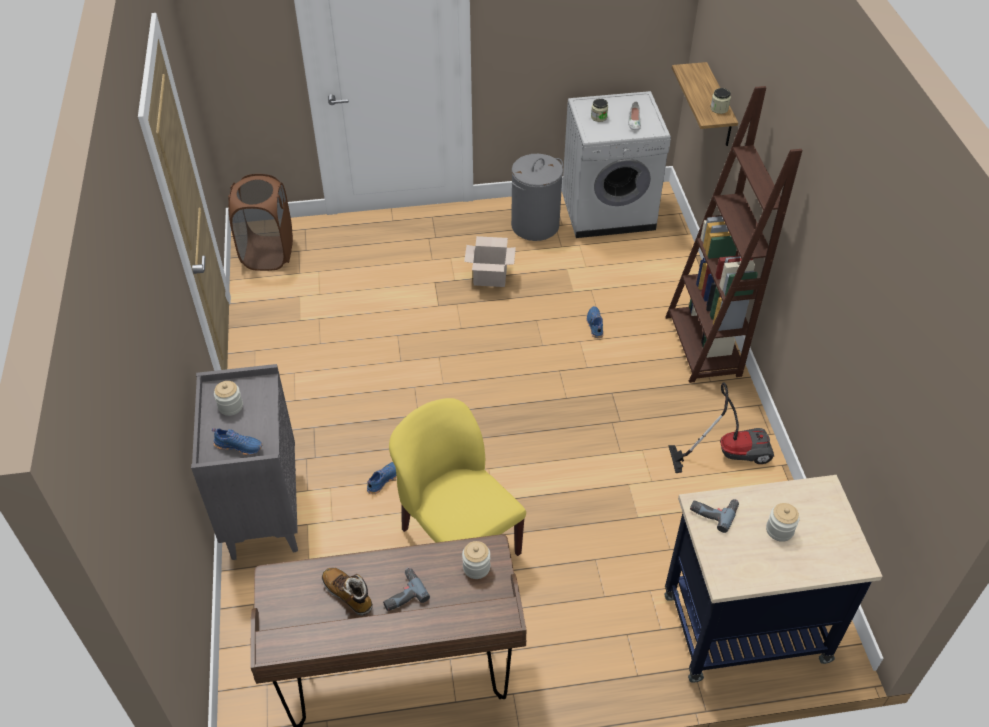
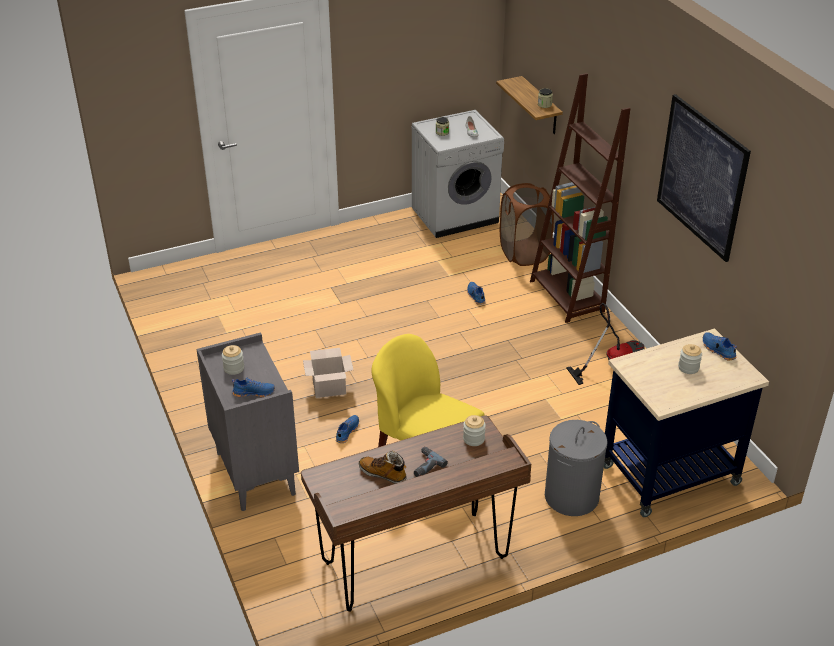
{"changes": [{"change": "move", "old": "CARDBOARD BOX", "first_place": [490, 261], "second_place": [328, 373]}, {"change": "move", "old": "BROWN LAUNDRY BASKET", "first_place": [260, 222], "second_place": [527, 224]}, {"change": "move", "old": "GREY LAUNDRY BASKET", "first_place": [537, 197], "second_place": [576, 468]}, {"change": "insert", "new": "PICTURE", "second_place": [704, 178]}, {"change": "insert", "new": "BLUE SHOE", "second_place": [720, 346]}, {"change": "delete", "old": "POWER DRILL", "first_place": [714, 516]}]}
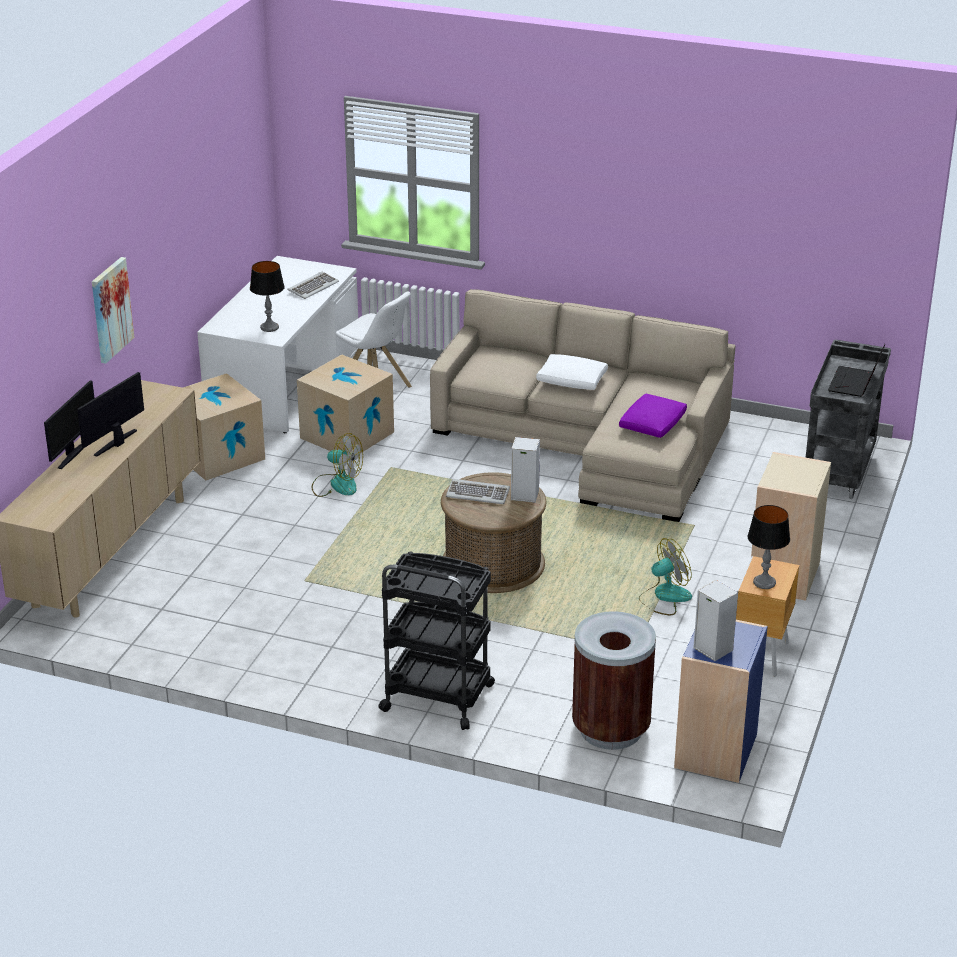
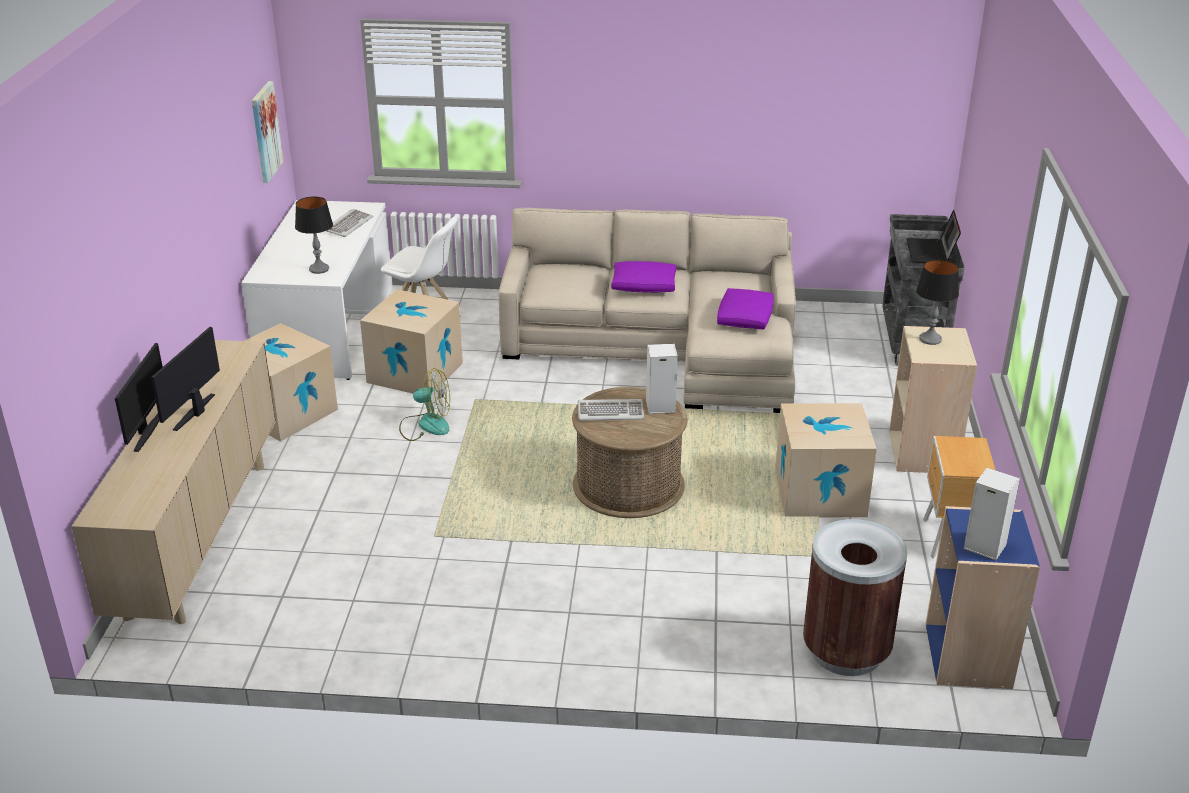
{"changes": [{"change": "move", "old": "PICTURE", "first_place": [113, 310], "second_place": [268, 132]}, {"change": "recolor", "old": "WHITE PILLOW", "new": "PURPLE PILLOW", "first_place": [572, 372], "second_place": [643, 277]}, {"change": "replace", "old": "FAN", "new": "CARDBOARD BOX", "first_place": [665, 576], "second_place": [826, 460]}, {"change": "move", "old": "TABLE LAMP", "first_place": [769, 547], "second_place": [937, 302]}, {"change": "delete", "old": "BLACK CART", "first_place": [436, 641]}]}
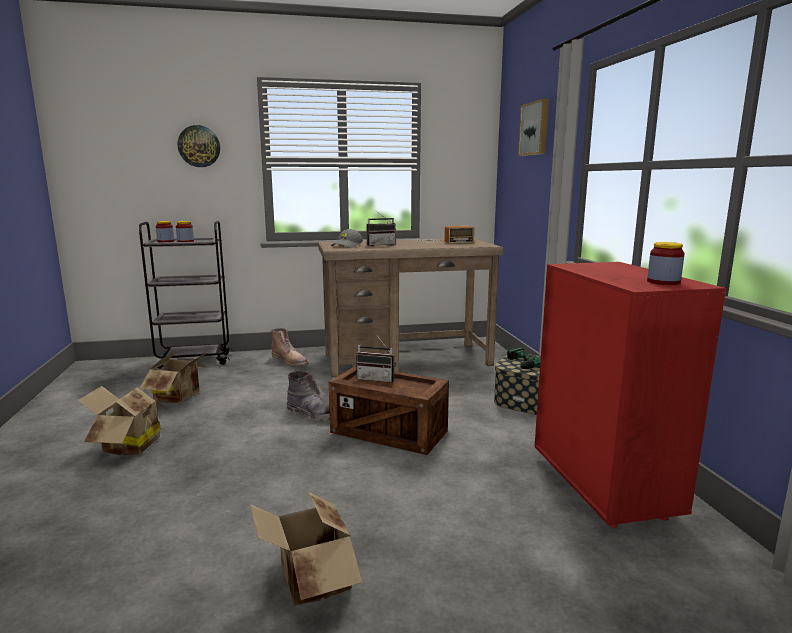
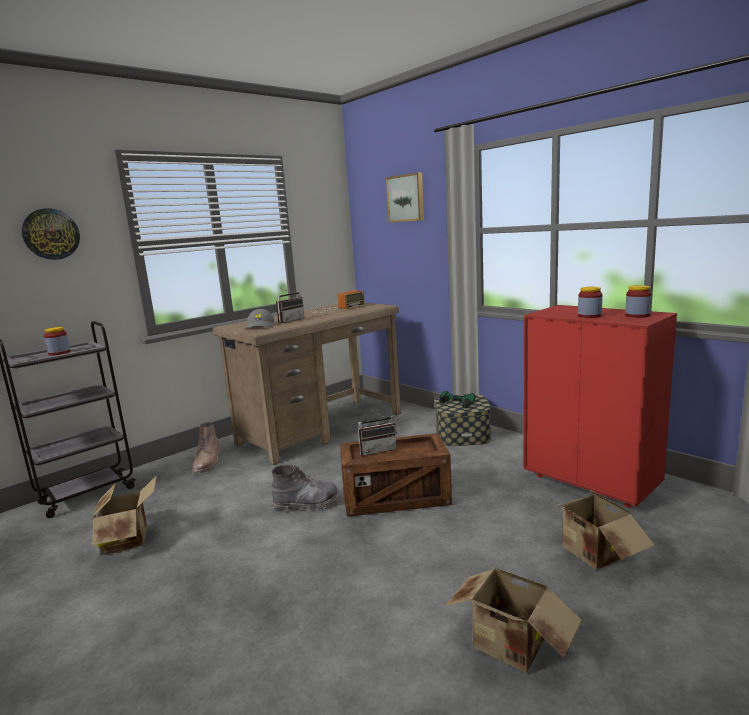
{"changes": [{"change": "rotate", "old": "BROWN BOOT", "first_place": [289, 347], "second_place": [206, 447], "degrees": 75}, {"change": "move", "old": "CARDBOARD BOX", "first_place": [122, 420], "second_place": [600, 527]}, {"change": "move", "old": "JAR", "first_place": [165, 231], "second_place": [590, 302]}]}
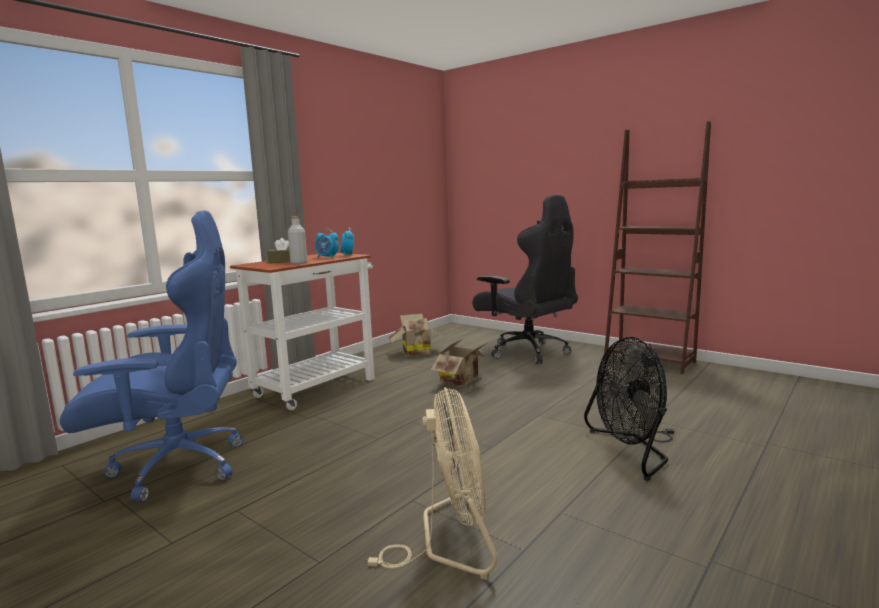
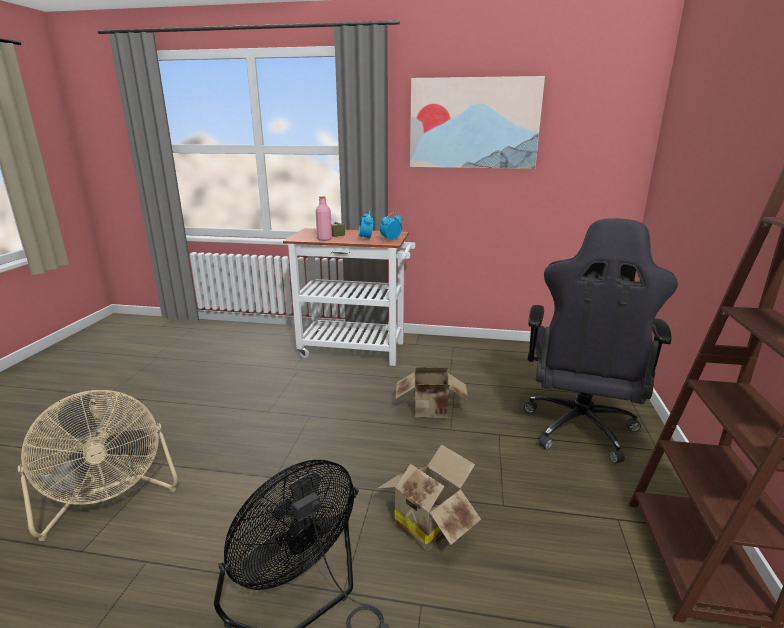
{"changes": [{"change": "recolor", "old": "GREY BOTTLE", "new": "PINK BOTTLE", "first_place": [297, 240], "second_place": [324, 218]}, {"change": "move", "old": "CARDBOARD BOX", "first_place": [415, 335], "second_place": [429, 497]}, {"change": "insert", "new": "PICTURE", "second_place": [477, 122]}, {"change": "delete", "old": "BLUE OFFICE CHAIR", "first_place": [151, 356]}]}
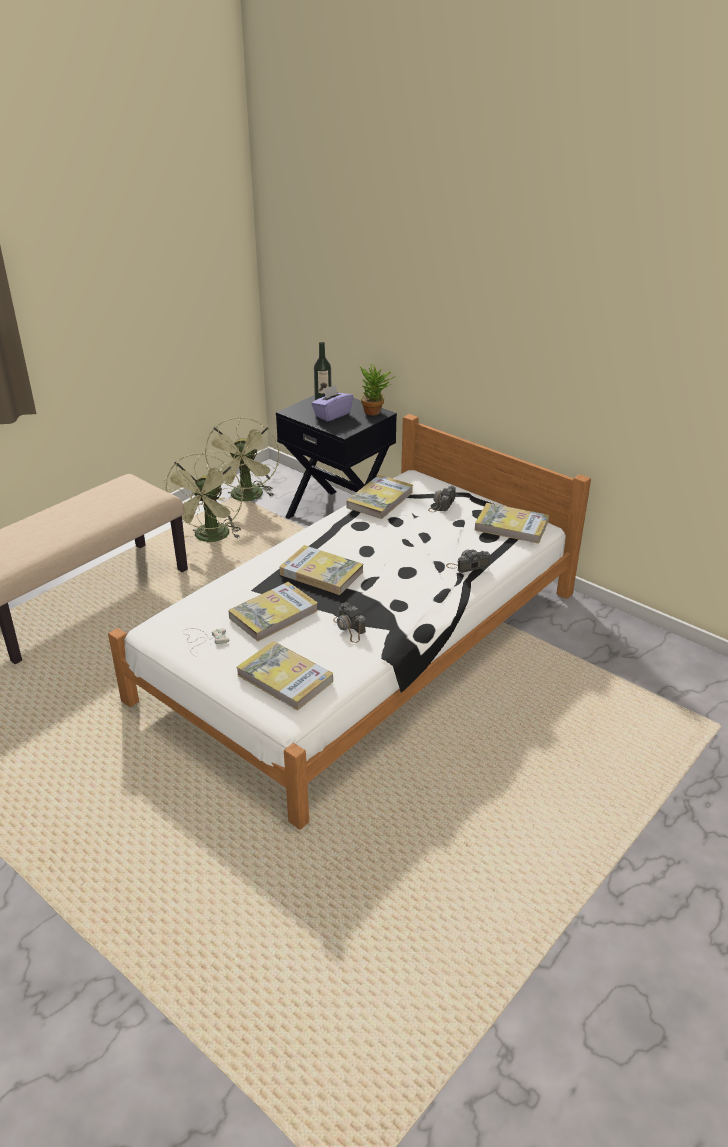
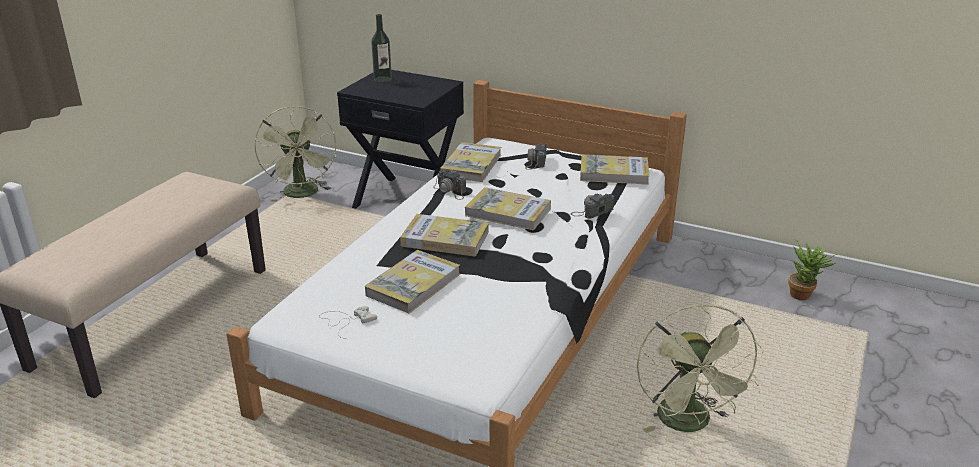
{"changes": [{"change": "move", "old": "PHOTO CAMERA", "first_place": [349, 623], "second_place": [449, 185]}, {"change": "move", "old": "BOOK", "first_place": [285, 676], "second_place": [508, 209]}, {"change": "move", "old": "GREEN FAN", "first_place": [203, 497], "second_place": [700, 368]}, {"change": "move", "old": "POTTED PLANT", "first_place": [378, 388], "second_place": [812, 269]}, {"change": "delete", "old": "PURPLE TISSUE BOX", "first_place": [332, 403]}]}
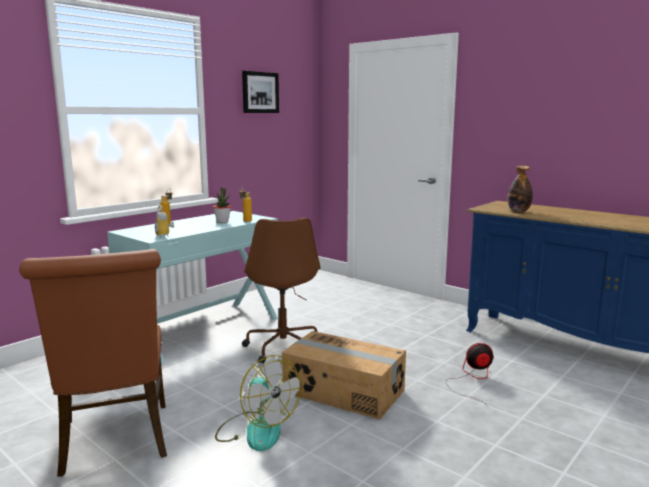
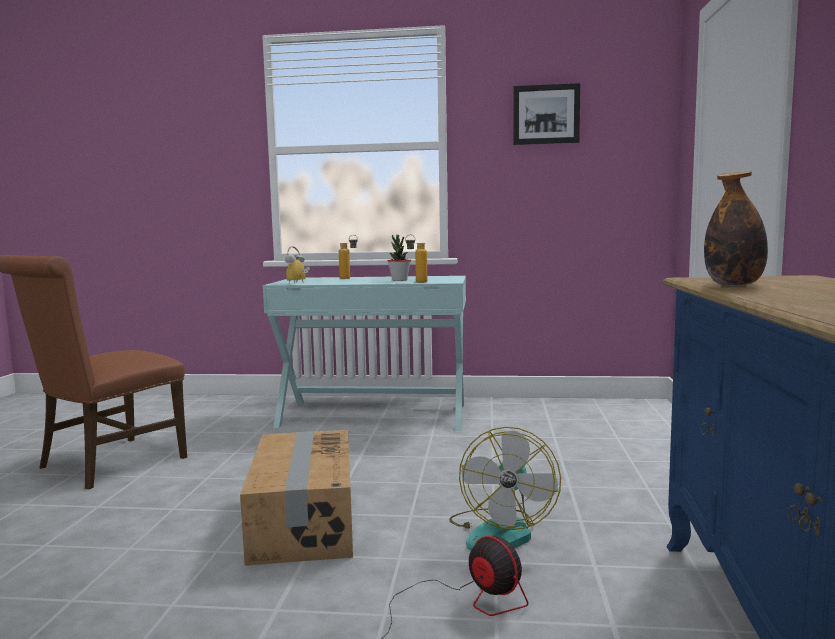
{"changes": [{"change": "move", "old": "FAN", "first_place": [258, 403], "second_place": [505, 489]}, {"change": "delete", "old": "BROWN OFFICE CHAIR", "first_place": [281, 291]}]}
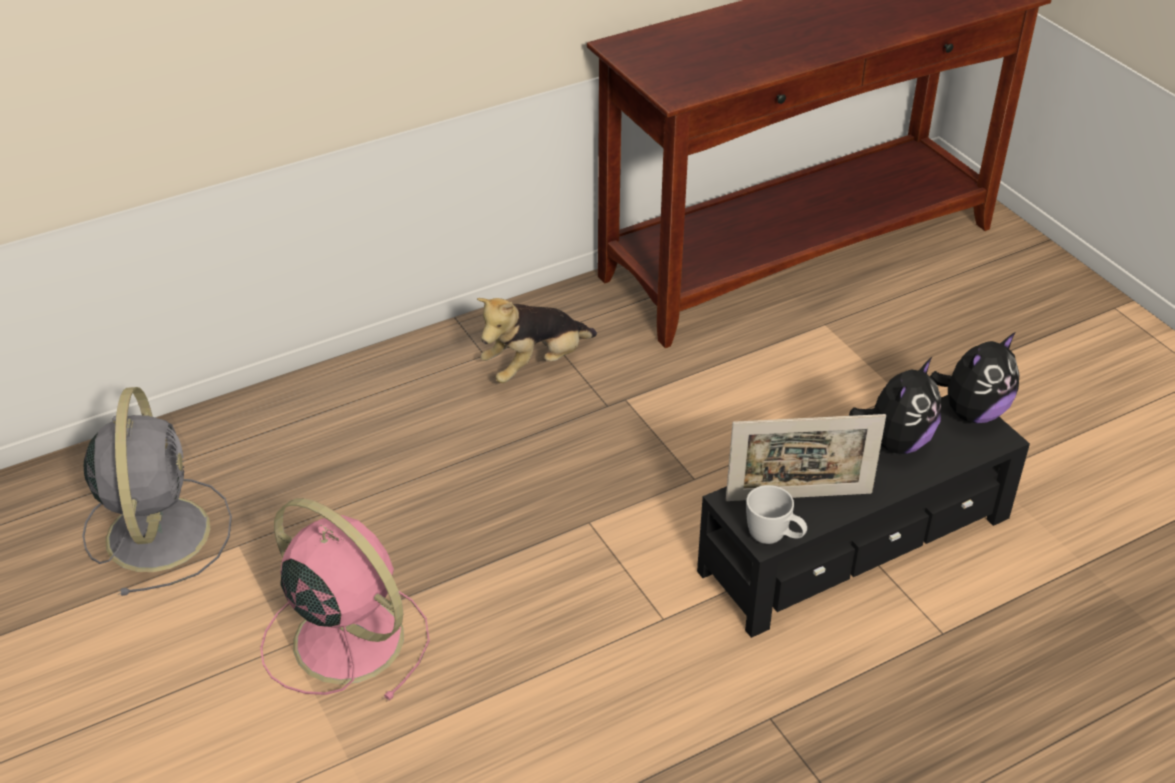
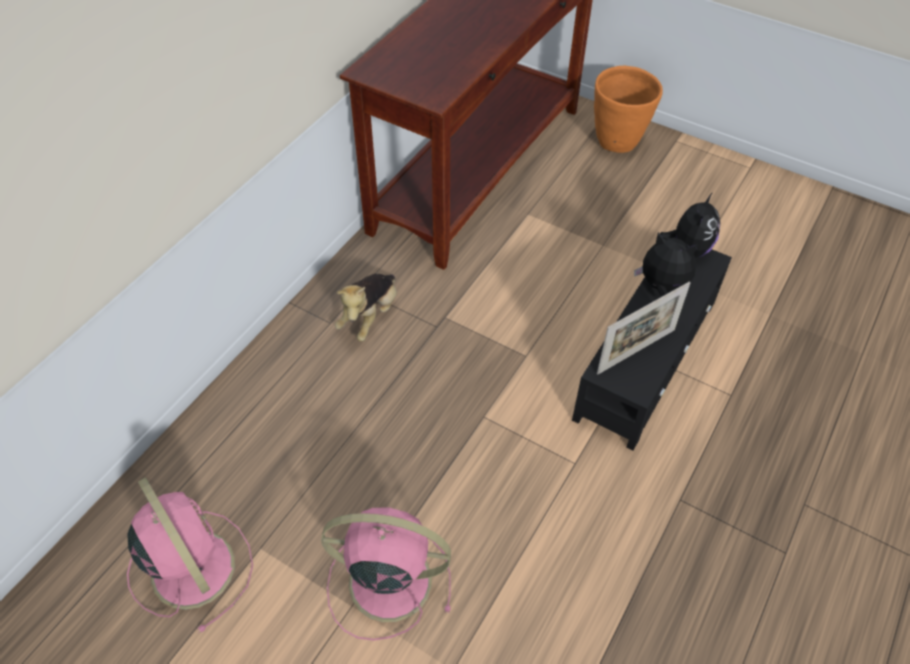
{"changes": [{"change": "recolor", "old": "GREY FAN", "new": "PINK FAN", "first_place": [157, 491], "second_place": [190, 555]}, {"change": "insert", "new": "ORANGE PLANTER", "second_place": [628, 109]}, {"change": "rotate", "old": "PLUSH TOY", "first_place": [895, 405], "second_place": [666, 264], "degrees": -75}, {"change": "delete", "old": "WHITE MUG", "first_place": [776, 514]}]}
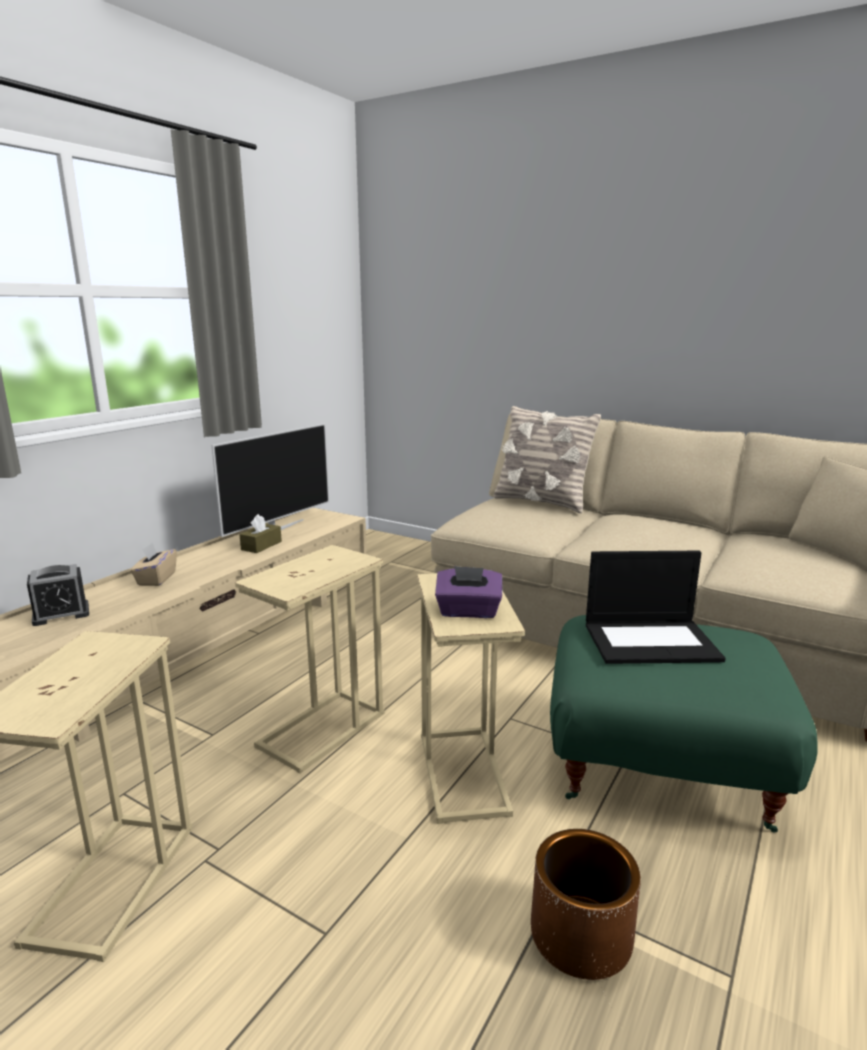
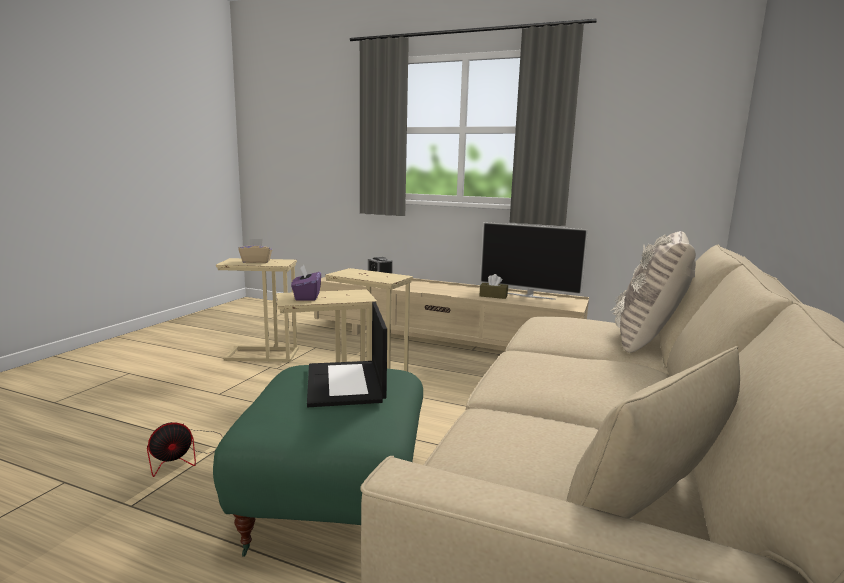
{"changes": [{"change": "replace", "old": "BROWN PLANTER", "new": "FAN", "first_place": [586, 904], "second_place": [185, 449]}, {"change": "move", "old": "BEIGE TISSUE BOX", "first_place": [153, 564], "second_place": [255, 251]}]}
